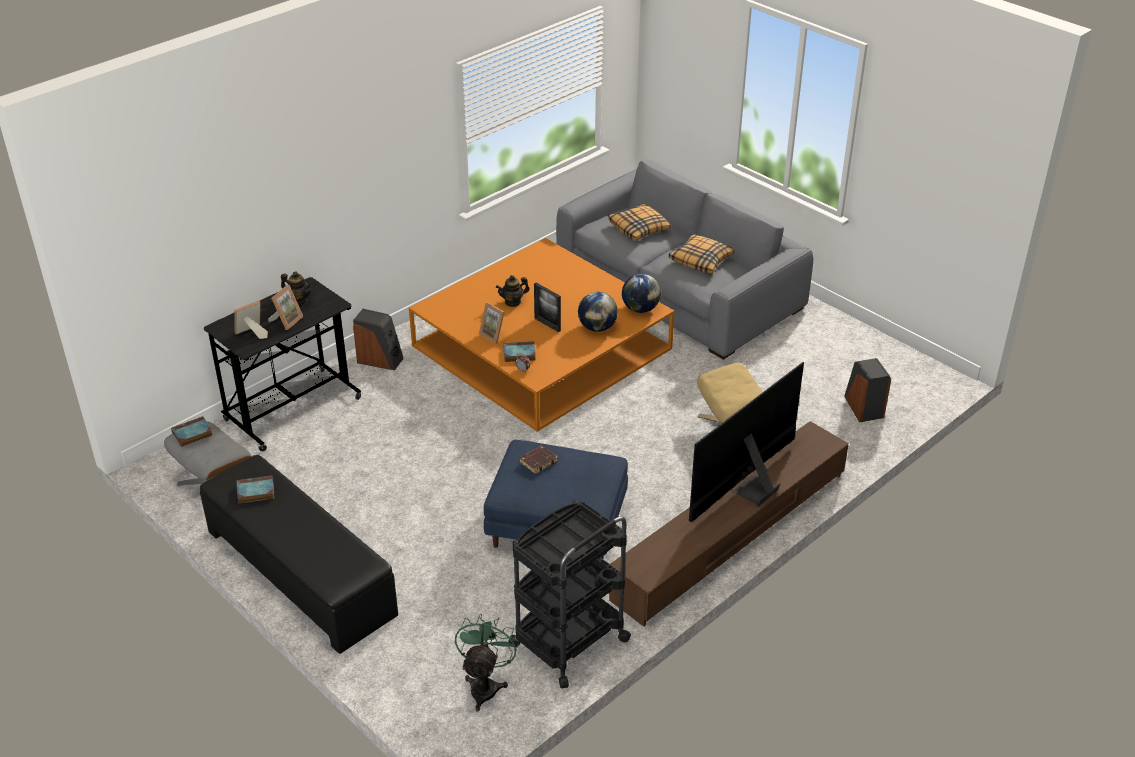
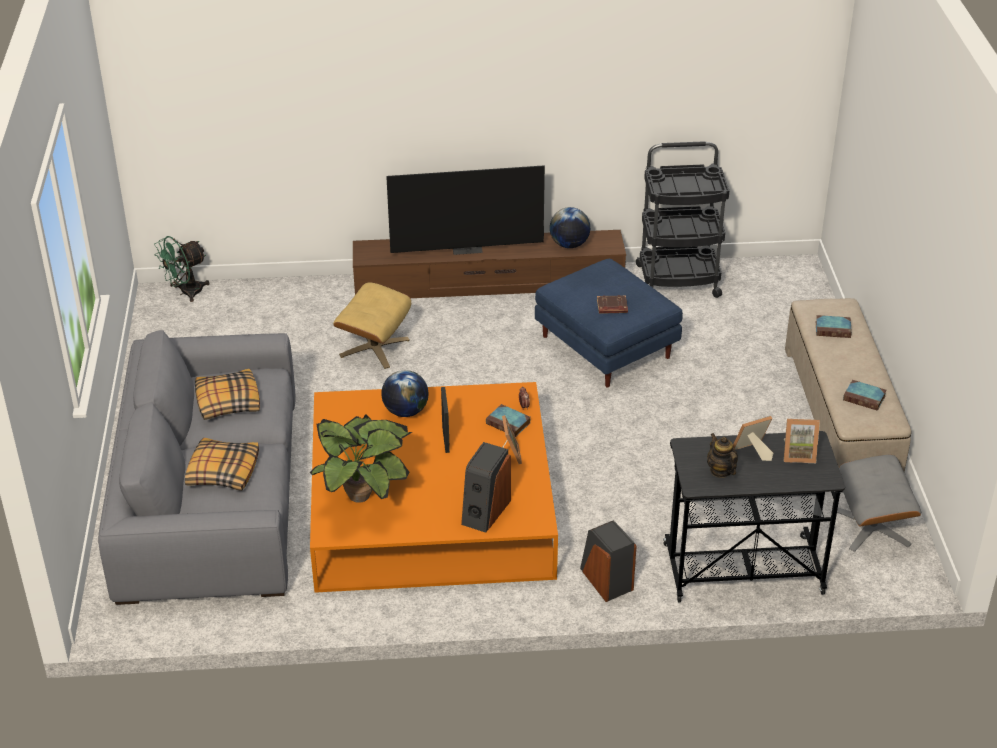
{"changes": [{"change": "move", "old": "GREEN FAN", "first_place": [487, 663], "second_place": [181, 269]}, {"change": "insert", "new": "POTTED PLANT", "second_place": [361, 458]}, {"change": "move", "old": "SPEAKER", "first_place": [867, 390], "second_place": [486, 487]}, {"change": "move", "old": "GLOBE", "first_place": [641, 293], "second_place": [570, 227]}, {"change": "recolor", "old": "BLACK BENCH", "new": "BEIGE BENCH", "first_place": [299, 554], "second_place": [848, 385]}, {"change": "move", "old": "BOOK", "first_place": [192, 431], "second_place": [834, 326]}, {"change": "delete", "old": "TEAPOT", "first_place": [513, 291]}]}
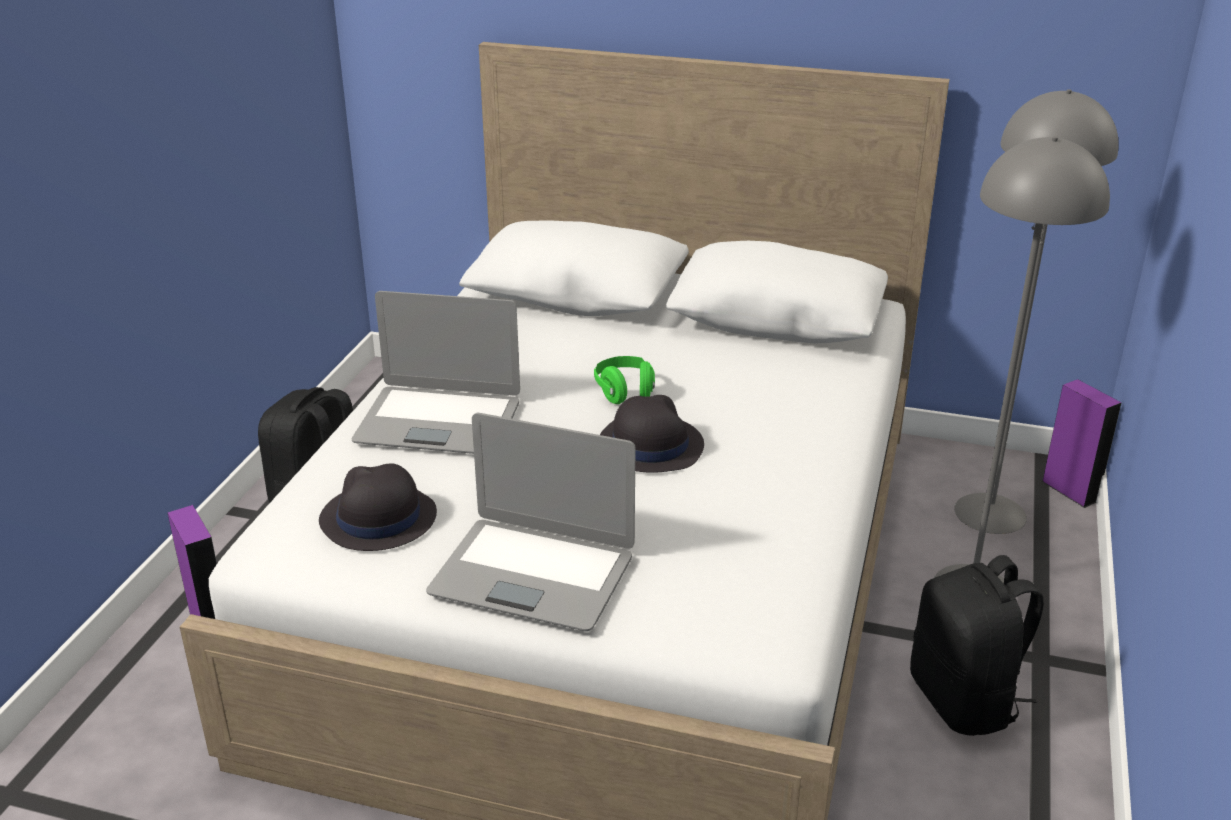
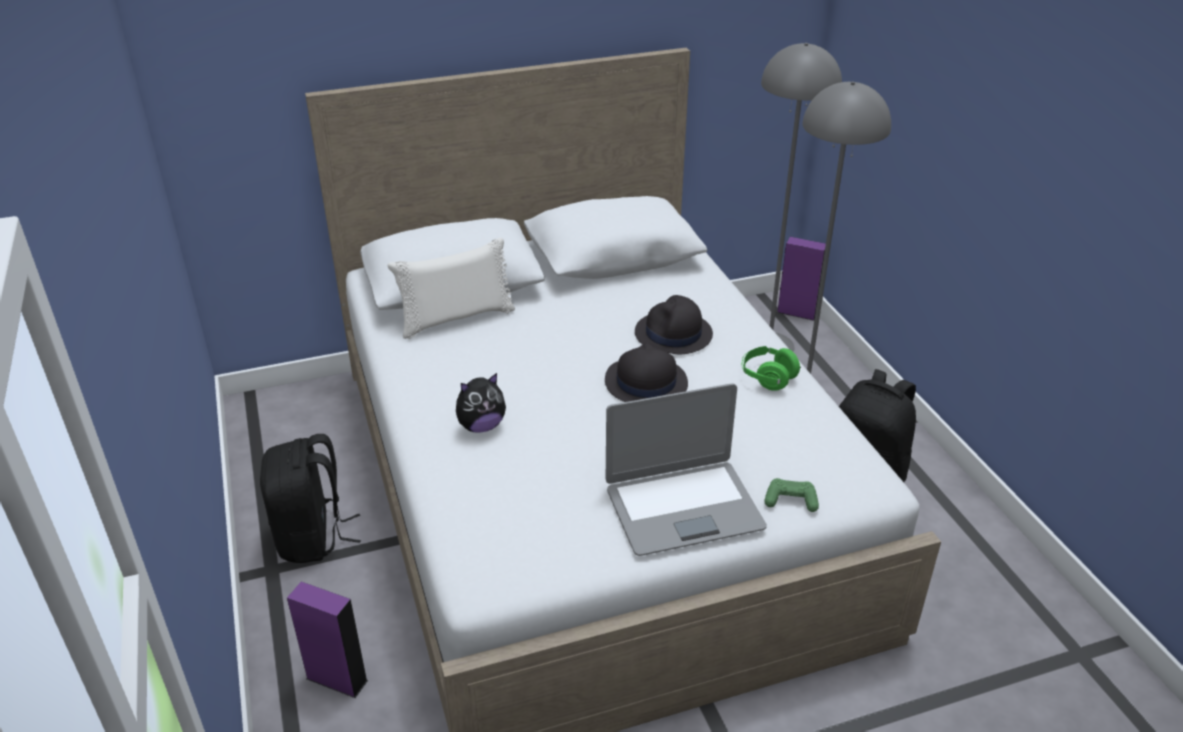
{"changes": [{"change": "insert", "new": "WHITE PILLOW", "second_place": [451, 288]}, {"change": "replace", "old": "LAPTOP", "new": "PLUSH TOY", "first_place": [436, 372], "second_place": [481, 403]}, {"change": "move", "old": "BLACK HAT", "first_place": [378, 507], "second_place": [674, 324]}, {"change": "move", "old": "GREEN HEADPHONES", "first_place": [624, 380], "second_place": [771, 368]}, {"change": "insert", "new": "GREEN GAME CONTROLLER", "second_place": [791, 495]}]}
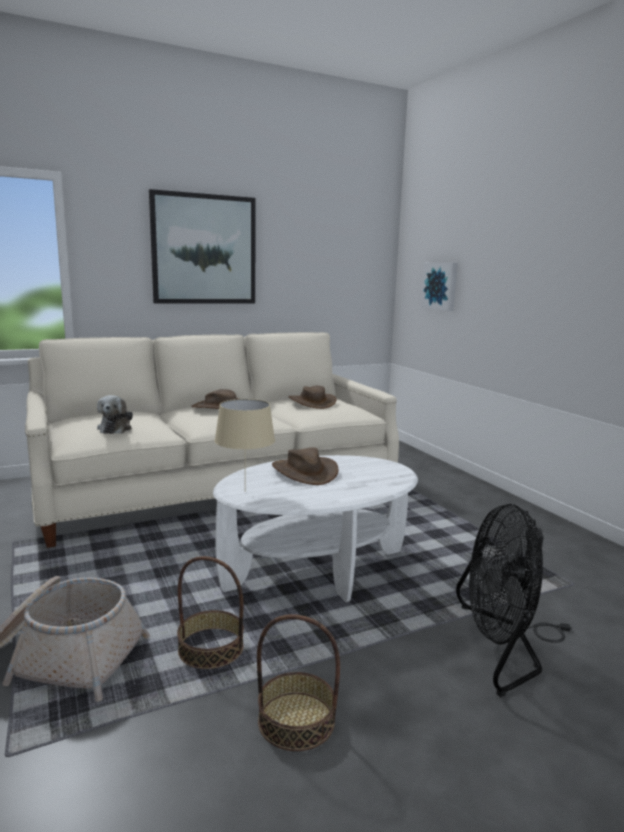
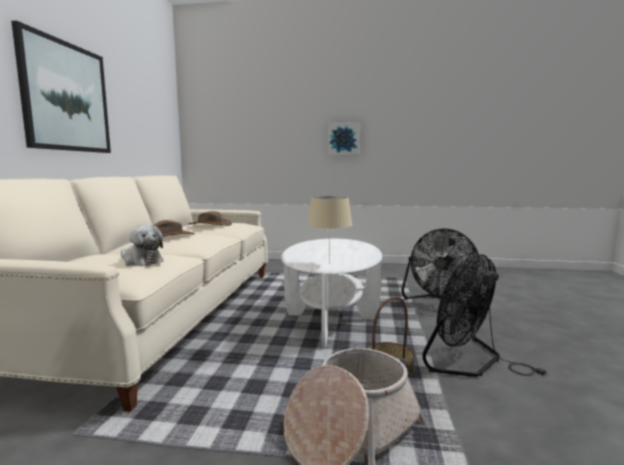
{"changes": [{"change": "move", "old": "PICTURE", "first_place": [439, 287], "second_place": [344, 139]}, {"change": "replace", "old": "BASKET", "new": "BLACK FAN", "first_place": [298, 682], "second_place": [484, 315]}, {"change": "delete", "old": "BROWN HAT", "first_place": [305, 466]}]}
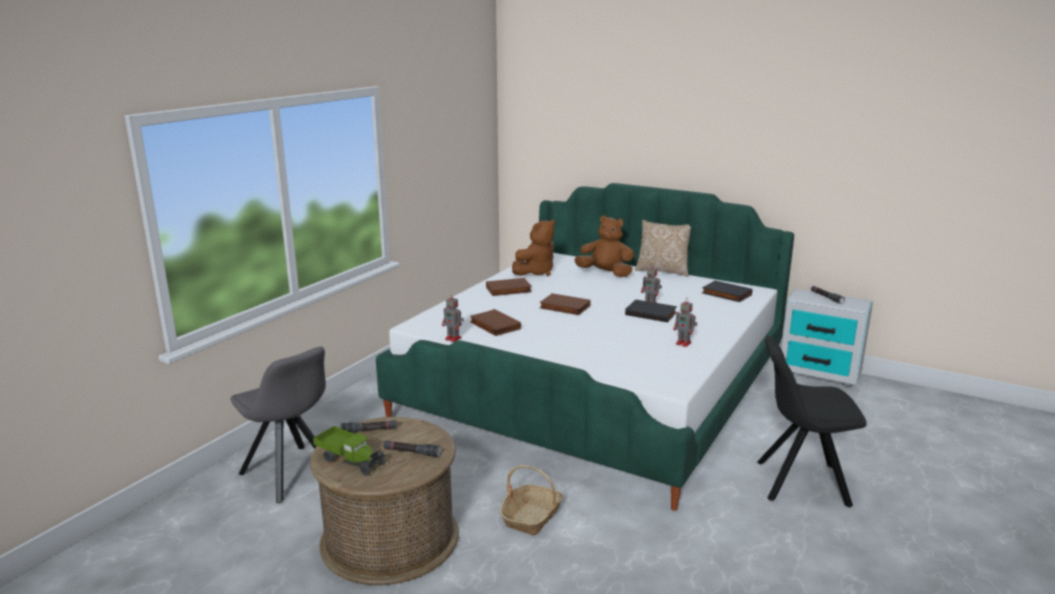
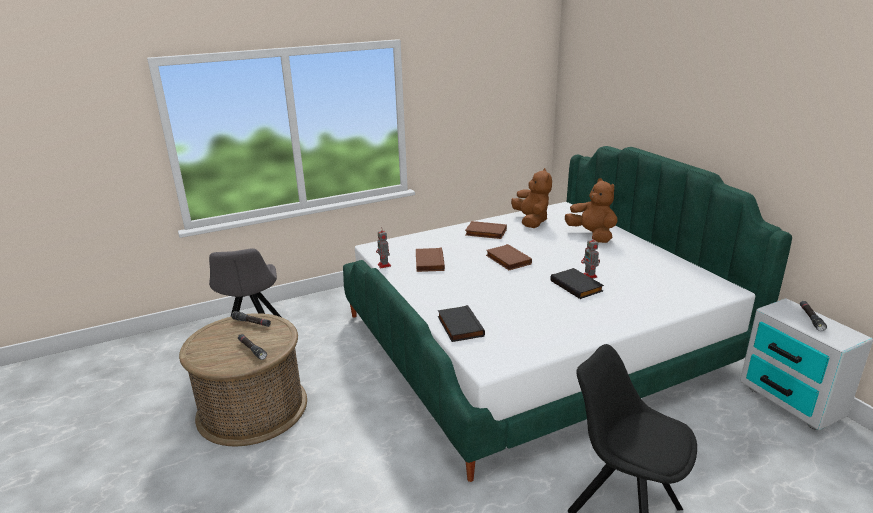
{"changes": [{"change": "move", "old": "BLACK BOOK", "first_place": [727, 291], "second_place": [461, 323]}, {"change": "rotate", "old": "BROWN PLUSH TOY", "first_place": [533, 248], "second_place": [531, 198], "degrees": -90}, {"change": "delete", "old": "TOY TRUCK", "first_place": [349, 451]}, {"change": "delete", "old": "BASKET", "first_place": [531, 500]}, {"change": "delete", "old": "PILLOW", "first_place": [663, 248]}, {"change": "delete", "old": "TOY ROBOT", "first_place": [685, 324]}]}
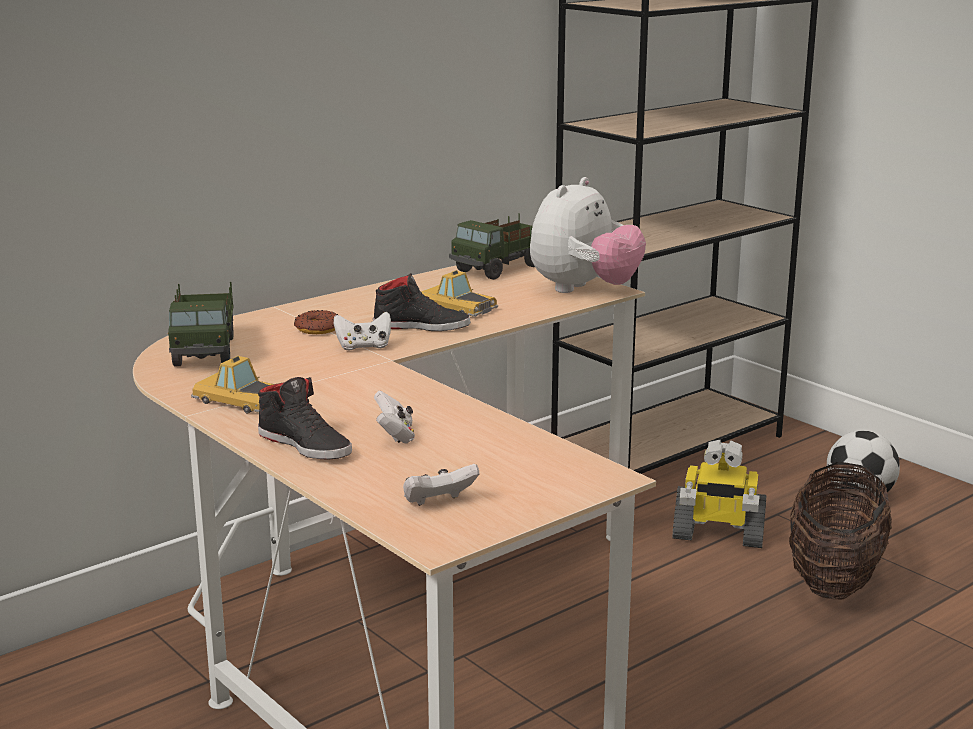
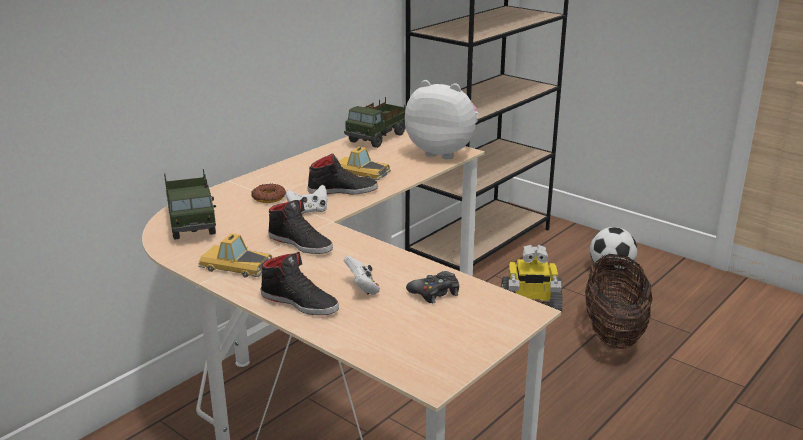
{"changes": [{"change": "insert", "new": "BLACK SHOE", "second_place": [300, 226]}, {"change": "rotate", "old": "PLUSH TOY", "first_place": [588, 235], "second_place": [442, 119], "degrees": -90}, {"change": "insert", "new": "BLACK GAME CONTROLLER", "second_place": [432, 287]}, {"change": "delete", "old": "WHITE GAME CONTROLLER", "first_place": [441, 485]}]}
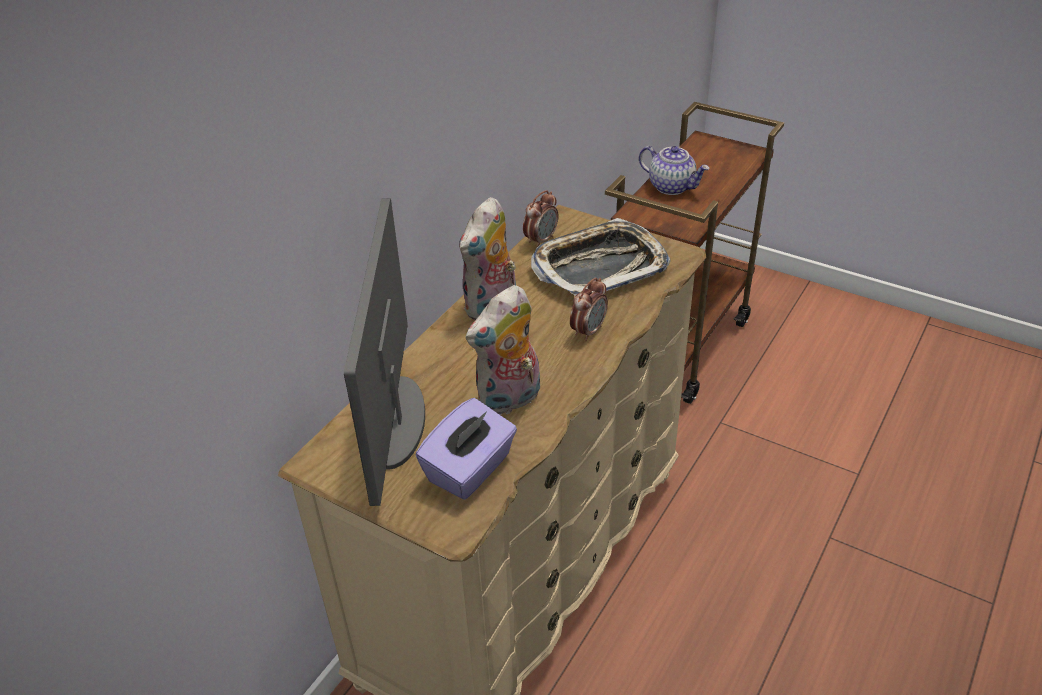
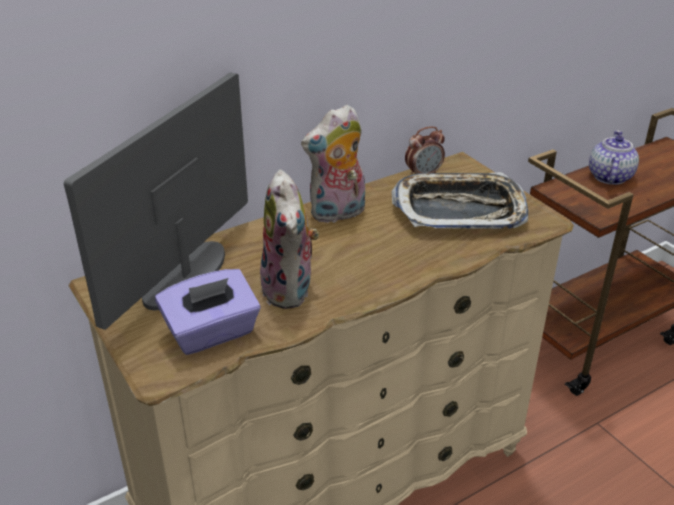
{"changes": [{"change": "rotate", "old": "PLUSH TOY", "first_place": [503, 350], "second_place": [289, 239], "degrees": -90}, {"change": "rotate", "old": "TEAPOT", "first_place": [674, 170], "second_place": [614, 157], "degrees": -135}, {"change": "delete", "old": "ALARM CLOCK", "first_place": [589, 309]}]}
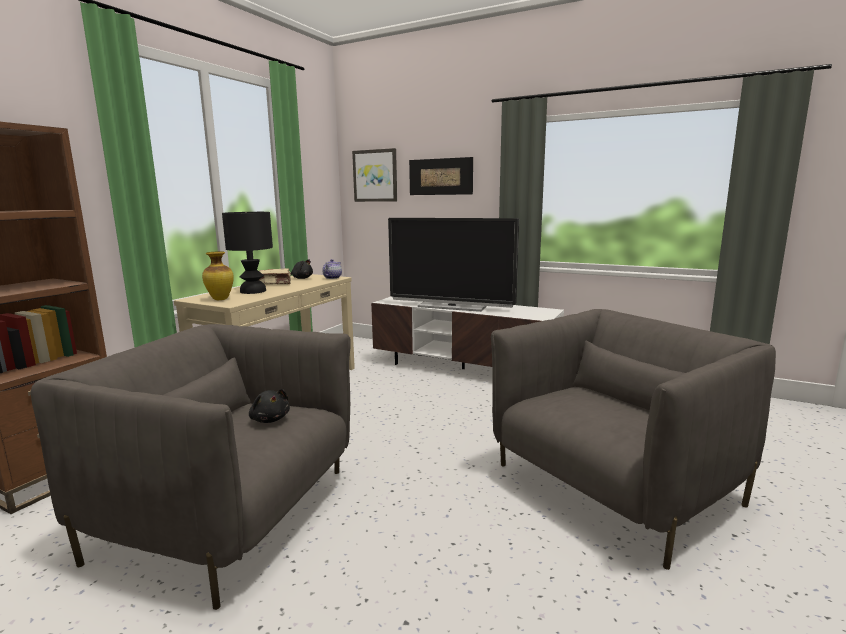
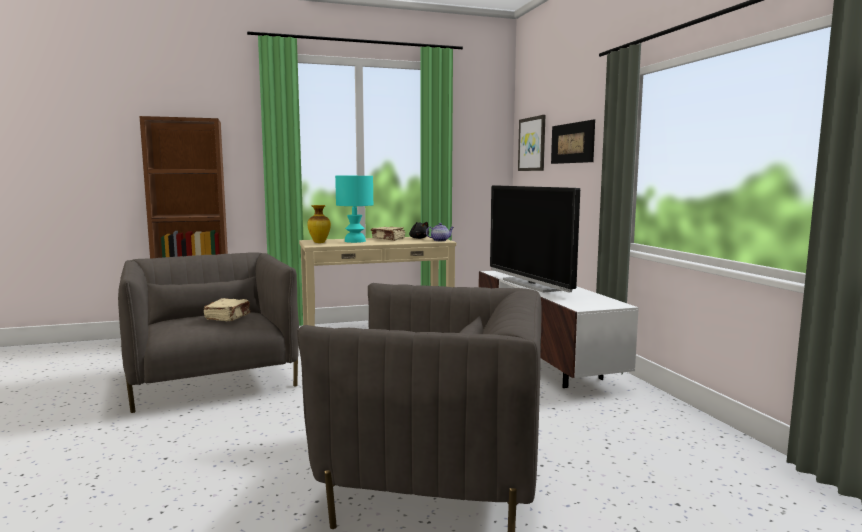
{"changes": [{"change": "replace", "old": "BLACK PLUSH TOY", "new": "BEIGE BOOK", "first_place": [269, 406], "second_place": [227, 309]}, {"change": "recolor", "old": "BLACK TABLE LAMP", "new": "TURQUOISE TABLE LAMP", "first_place": [247, 253], "second_place": [354, 209]}]}
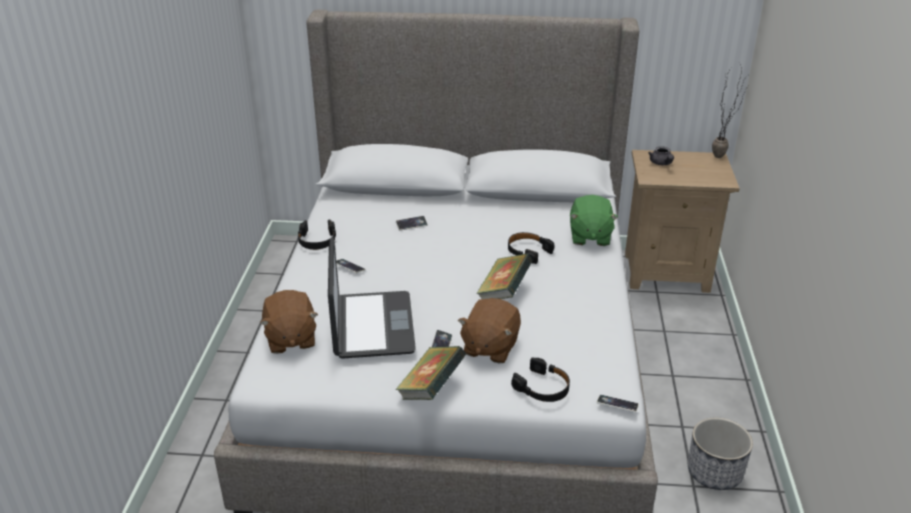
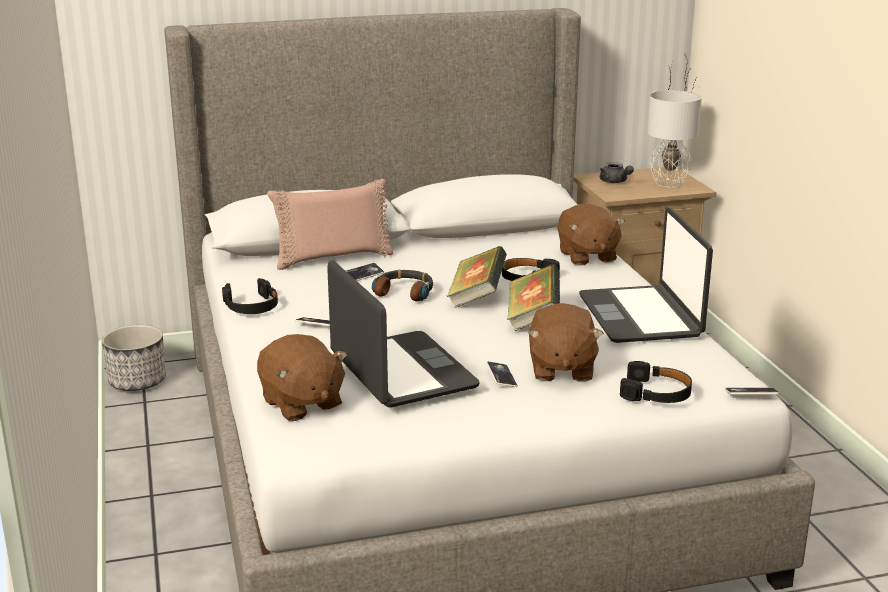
{"changes": [{"change": "move", "old": "PLANTER", "first_place": [720, 454], "second_place": [134, 358]}, {"change": "insert", "new": "BEIGE PILLOW", "second_place": [330, 224]}, {"change": "insert", "new": "HEADPHONES", "second_place": [402, 285]}, {"change": "move", "old": "BOOK", "first_place": [430, 373], "second_place": [477, 277]}, {"change": "recolor", "old": "GREEN PLUSH TOY", "new": "BROWN PLUSH TOY", "first_place": [594, 220], "second_place": [591, 234]}, {"change": "insert", "new": "LAPTOP", "second_place": [646, 275]}, {"change": "insert", "new": "GREY TABLE LAMP", "second_place": [674, 138]}]}
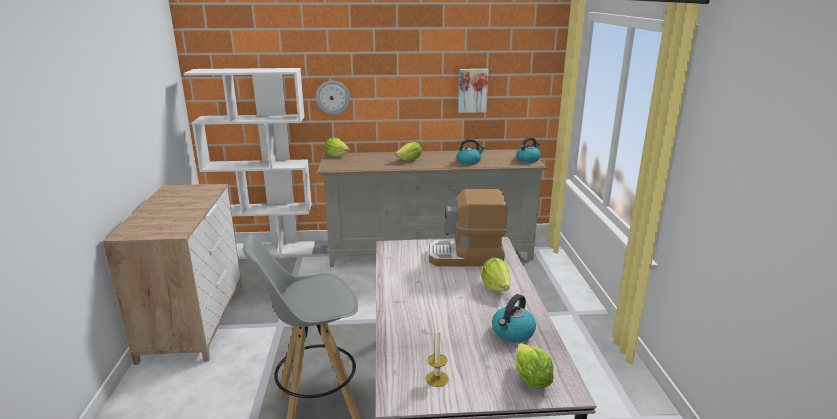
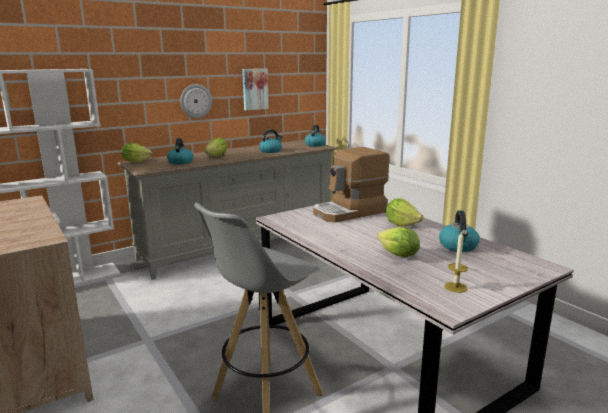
{"changes": [{"change": "insert", "new": "KETTLE", "second_place": [180, 151]}, {"change": "move", "old": "WALL CLOCK", "first_place": [333, 98], "second_place": [196, 101]}, {"change": "move", "old": "LETTUCE", "first_place": [535, 366], "second_place": [398, 242]}]}
